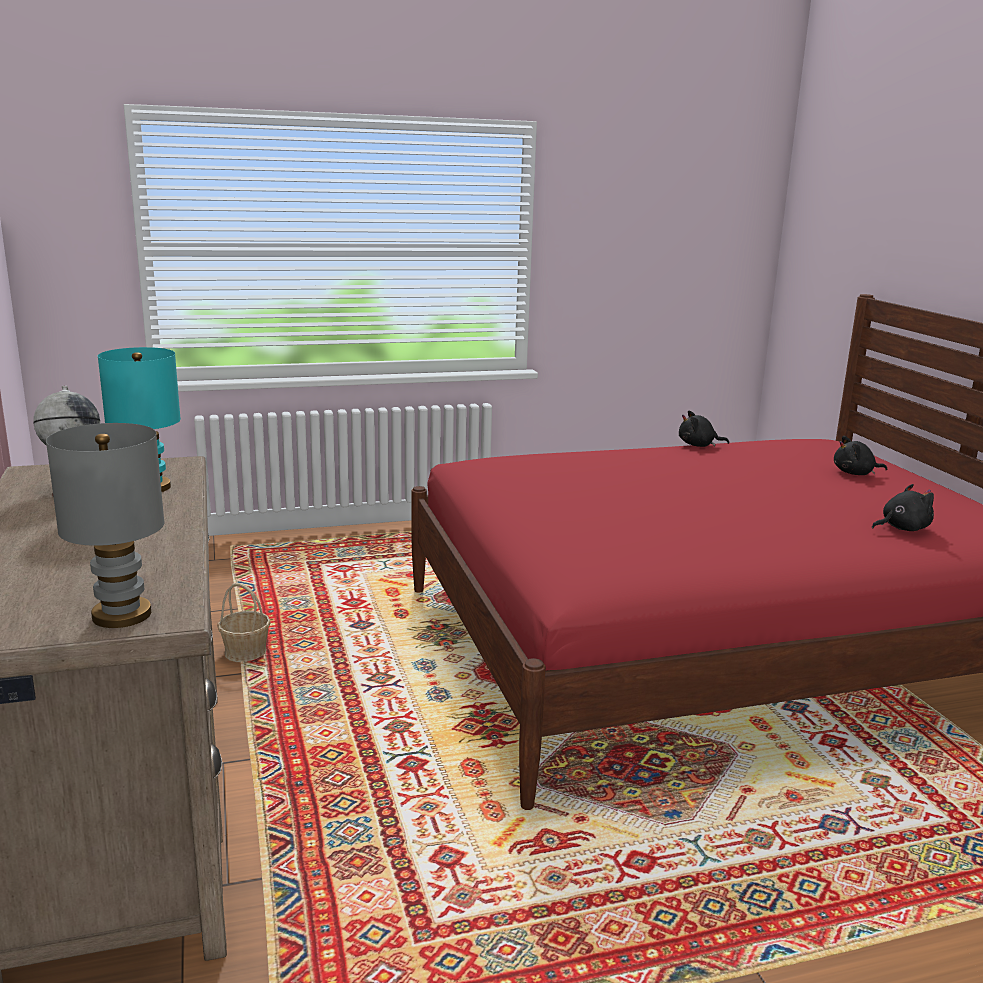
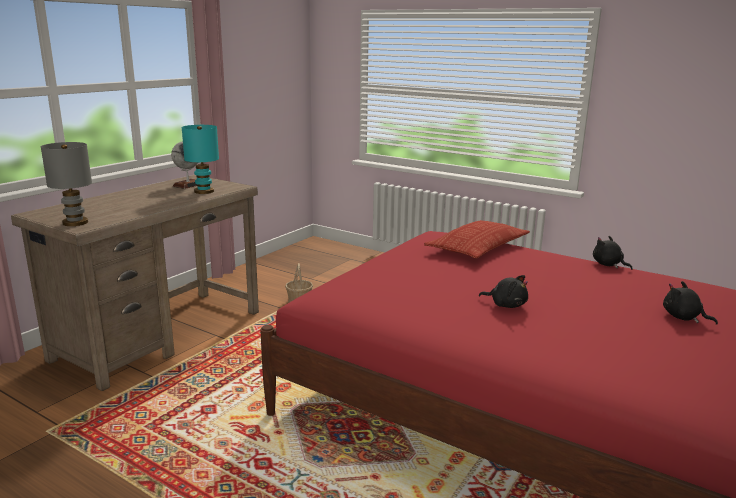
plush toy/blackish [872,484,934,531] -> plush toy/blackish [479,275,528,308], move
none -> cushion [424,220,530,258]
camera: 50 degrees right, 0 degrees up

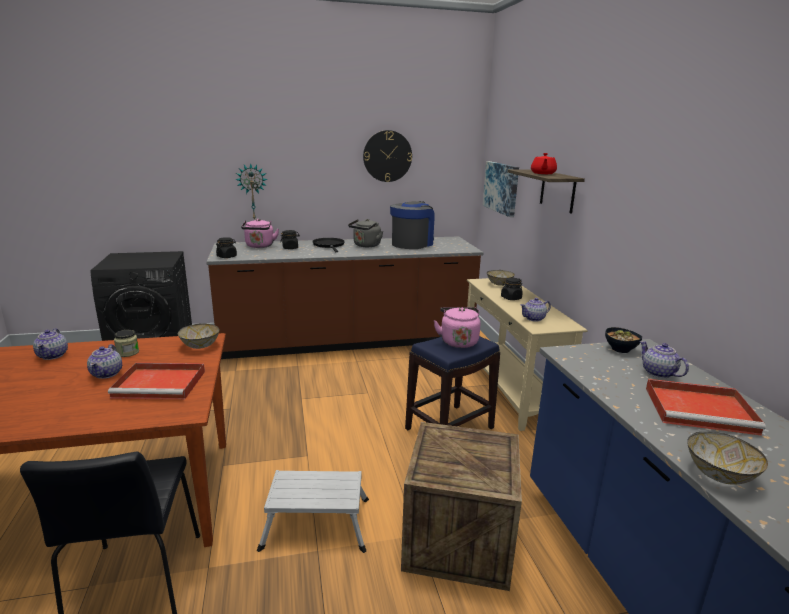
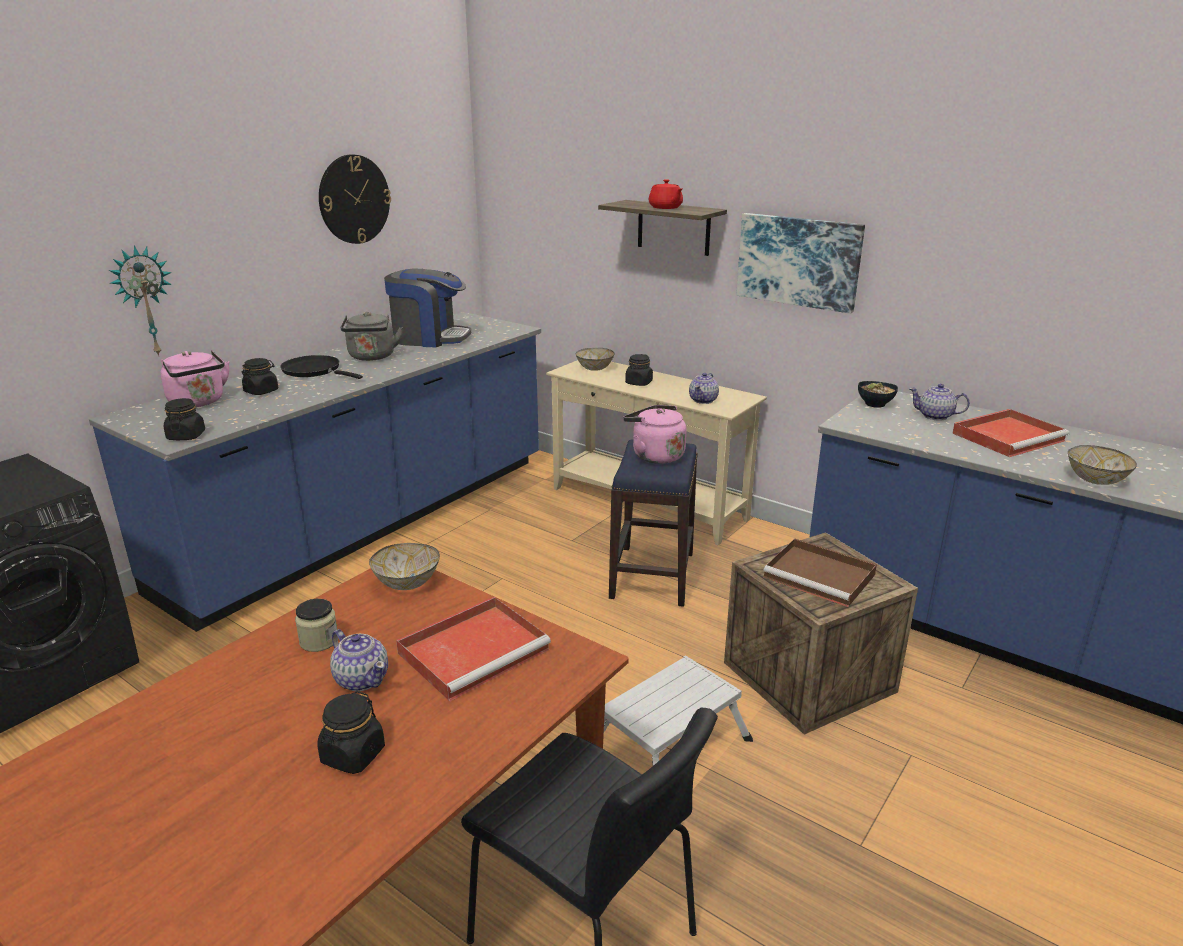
wall art [483,161,519,217] -> wall art [736,213,865,314], move
coffee maker [390,201,435,249] -> coffee maker [384,268,471,347], 105 degrees clockwise
kitchen base unit/brownish [206,236,484,359] -> kitchen base unit/bluish [89,312,541,632]
teapot [33,328,68,360] -> none
none -> carrying tray/brownish [763,539,877,607]
none -> preserve jar/blackish [317,691,385,774]
camera: 40 degrees left, 5 degrees up

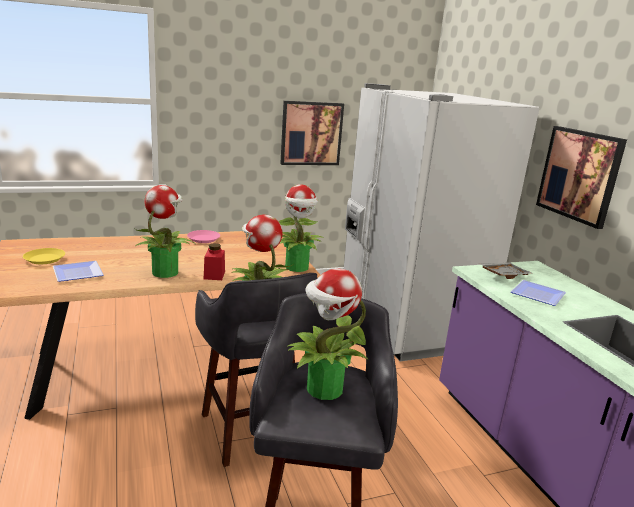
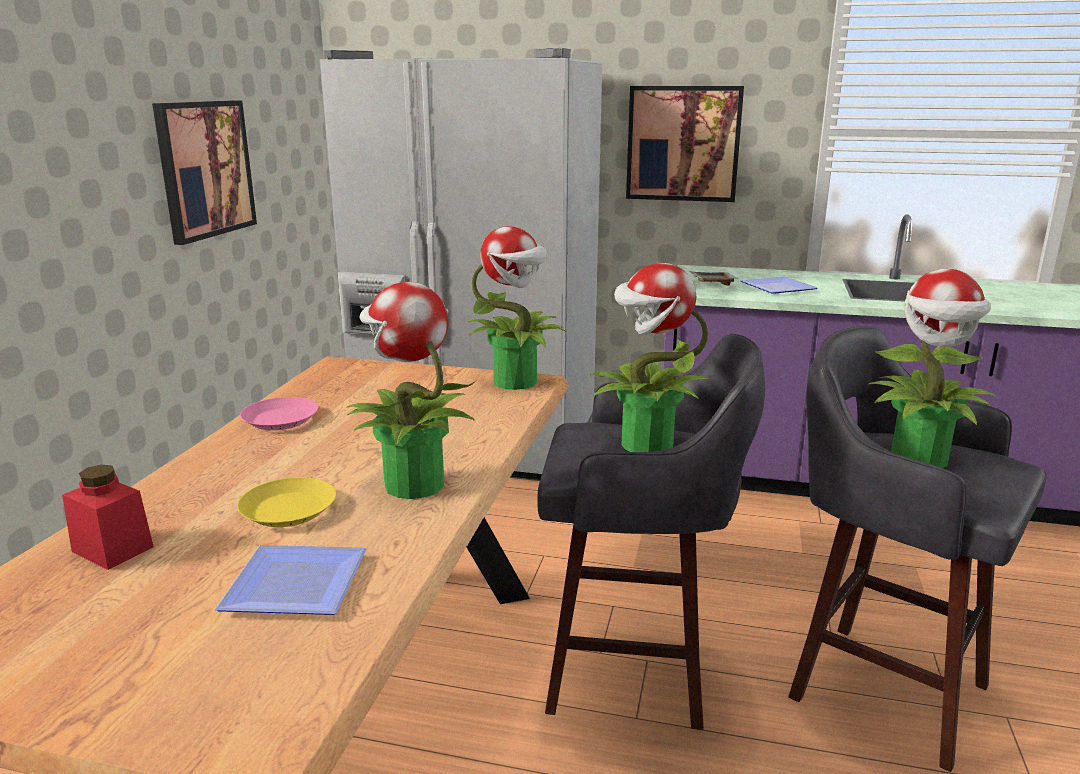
preserve jar/red [204,243,225,280] -> preserve jar/red [62,465,154,570], move
dinner plate/yellowish [23,248,65,264] -> dinner plate/yellowish [237,477,336,527], move
camera: 55 degrees left, 0 degrees up

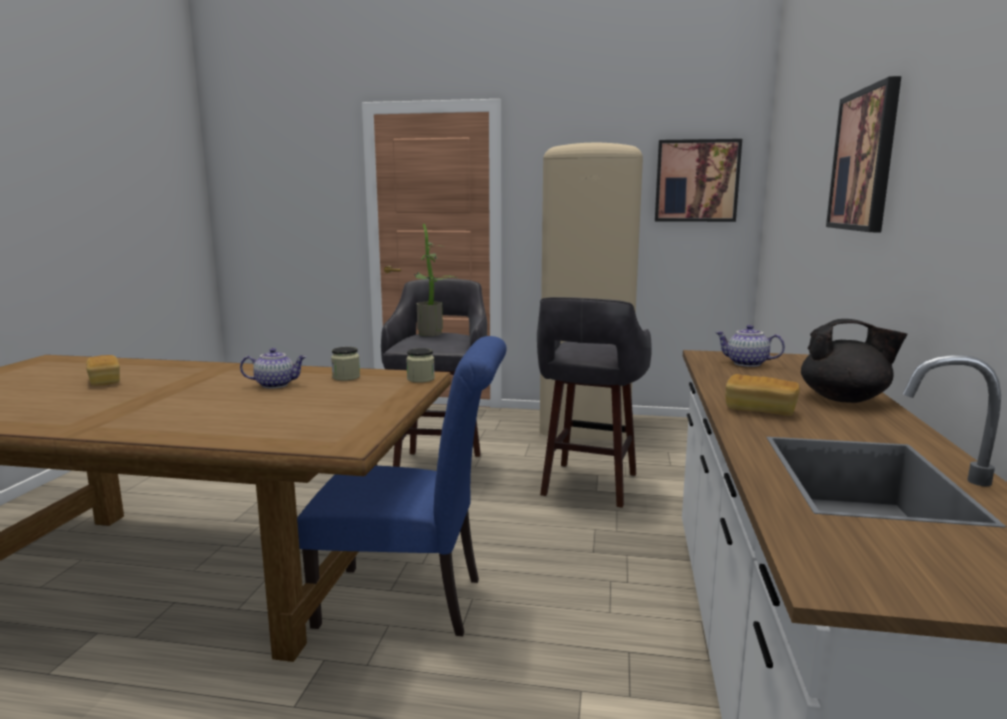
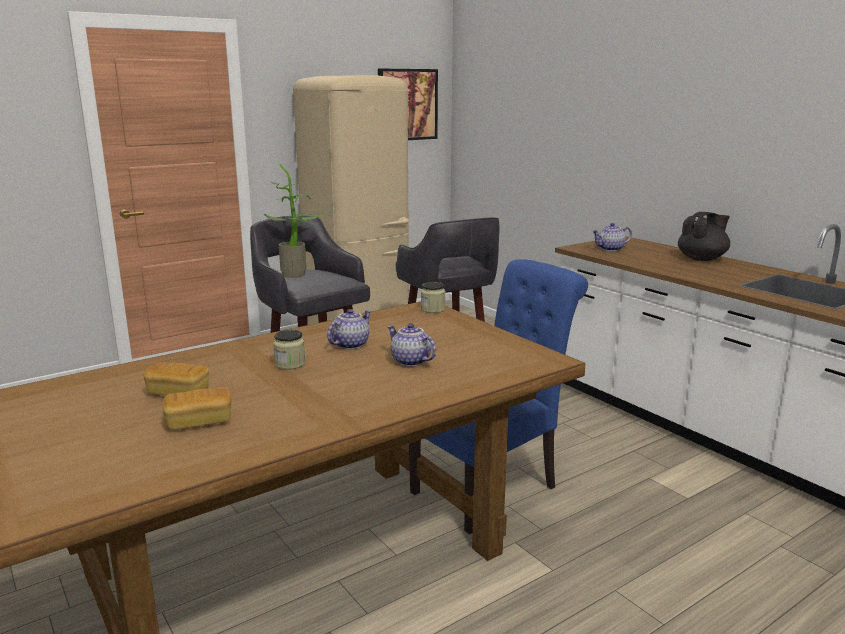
wall art [826,76,901,232] -> none
preserve jar [331,347,360,381] -> preserve jar [273,330,305,370], move
bakery bread [725,374,800,416] -> bakery bread [162,387,231,430], move
none -> teapot [387,323,436,366]
camera: 45 degrees left, 5 degrees up

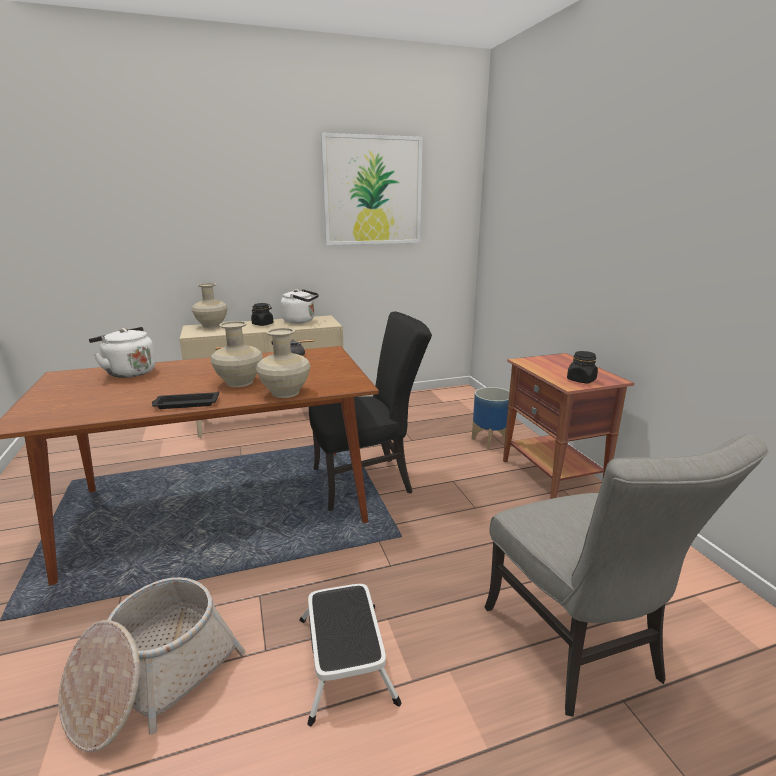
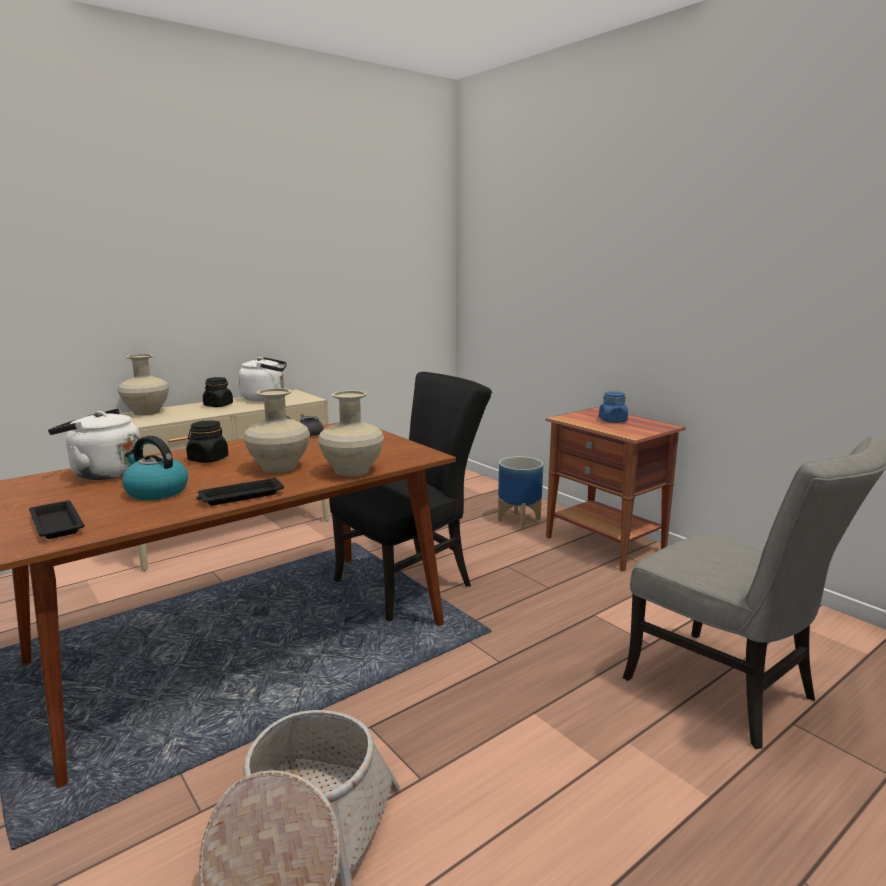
wall art [321,133,423,245] -> none
preserve jar/blackish [567,351,598,383] -> preserve jar/blackish [186,420,228,463], move
stepladder/blackish [299,584,402,727] -> none
none -> preserve jar/bluish [599,391,628,423]
none -> water kettle [122,436,188,500]
none -> carrying tray/blackish [29,500,84,539]
camera: 20 degrees left, 5 degrees down

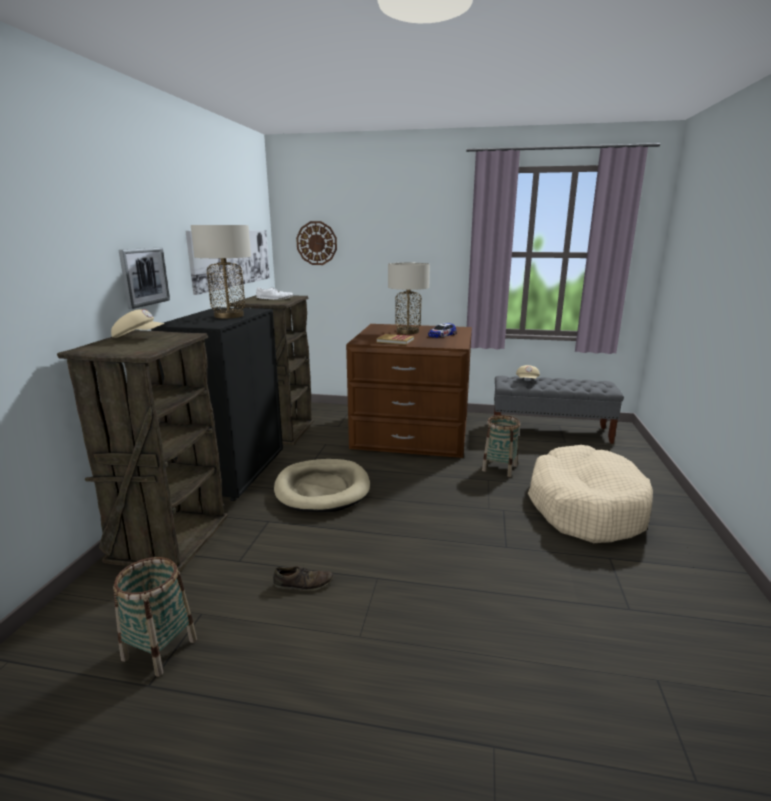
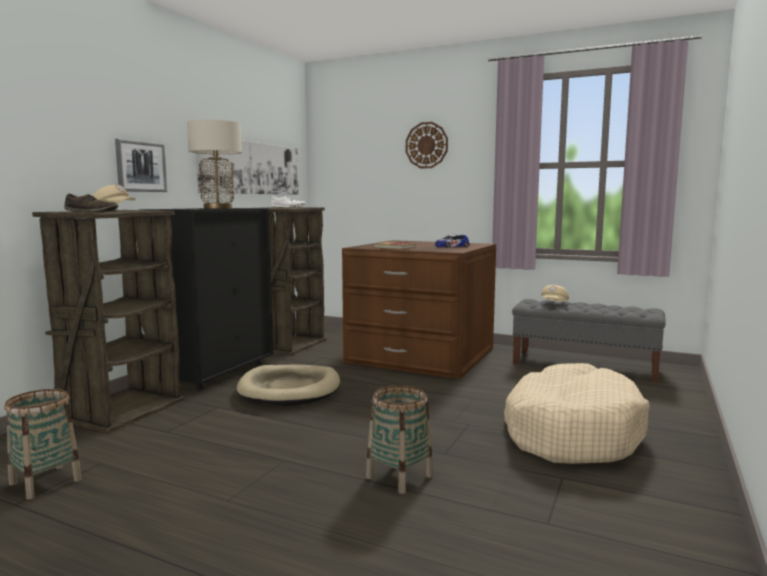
wall clock [296,221,337,265] -> wall clock [406,122,448,169], move
tabletop lamp [388,263,430,334] -> none
storage basket [482,415,520,477] -> storage basket [366,386,433,494], move
shoe/brownish [273,566,334,591] -> shoe/brownish [64,194,118,212], move
camera: 15 degrees right, 10 degrees down

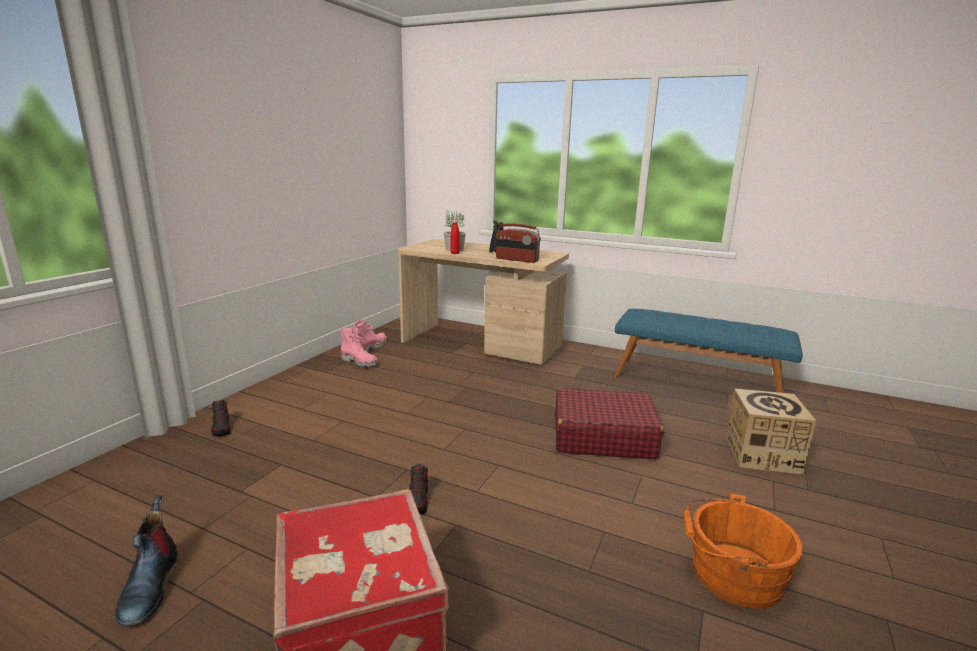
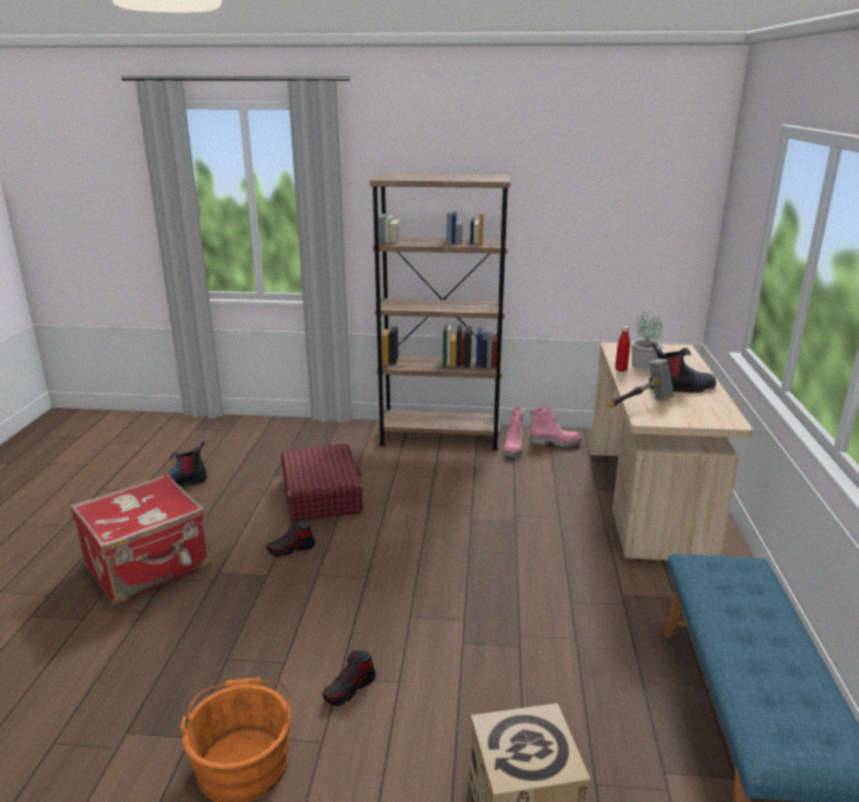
radio receiver [496,223,541,263] -> hand hammer [607,359,674,407]
piece of luggage/red [555,388,664,459] -> piece of luggage/red [281,443,363,522], move
shoe [211,400,231,437] -> shoe [323,650,376,706], move
none -> bookcase/brownish [370,173,510,451]
camera: 70 degrees right, 5 degrees up

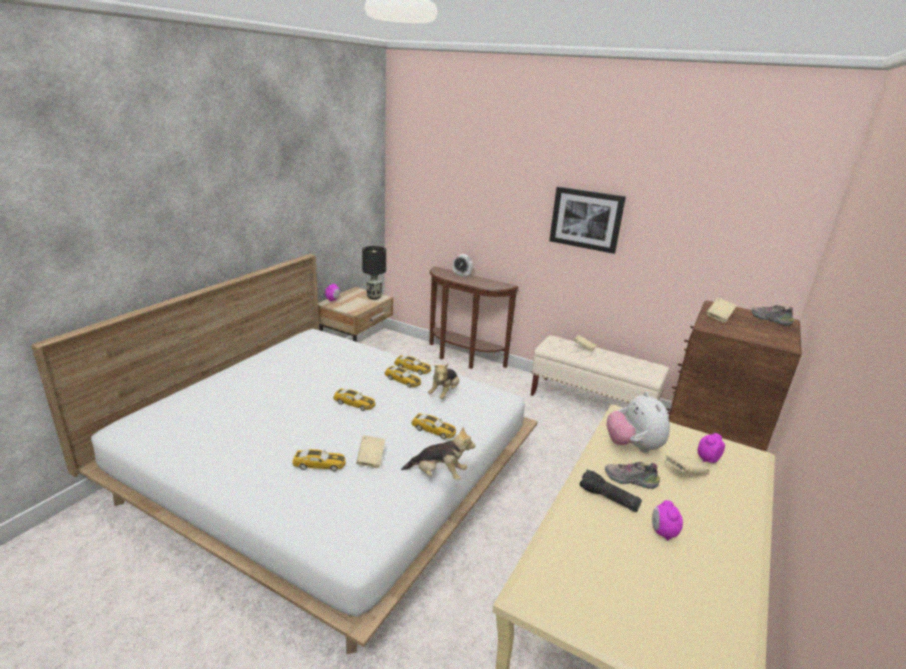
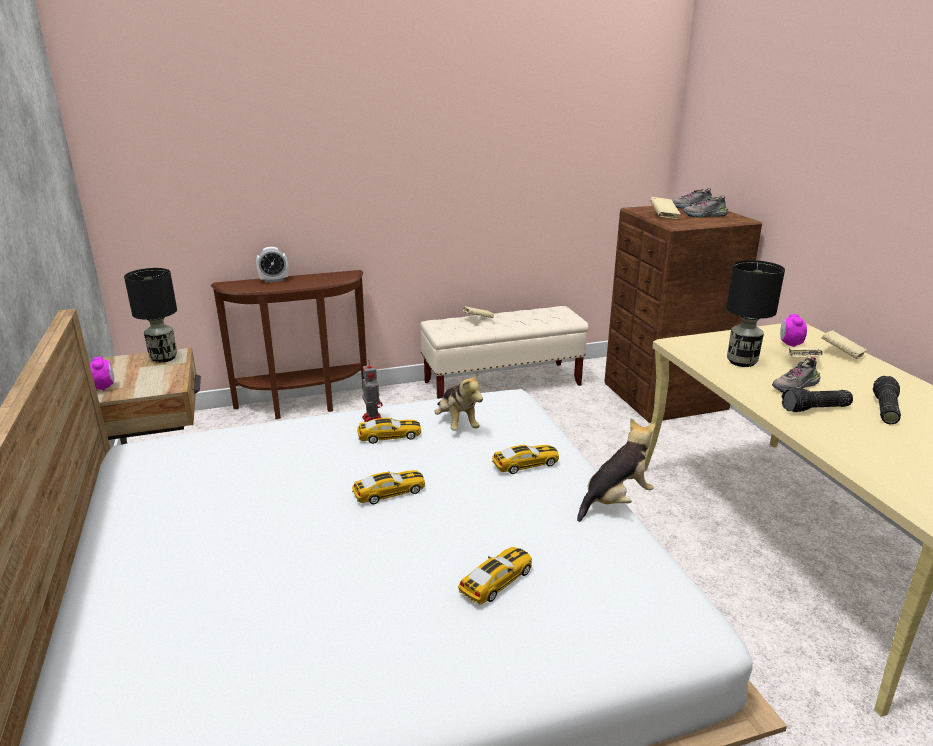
wall art [549,186,626,254] -> none
model car [394,355,431,375] -> model robot [362,360,383,422]
plush toy [606,392,670,453] -> tabletop lamp/blackish [726,260,785,367]
bound book/sand-coloured [356,435,385,468] -> bound book/sand-coloured [822,330,867,359], move
alarm clock [652,500,683,541] -> torch [873,376,901,424]
none -> shoe [683,195,729,217]
camera: 45 degrees left, 0 degrees up

